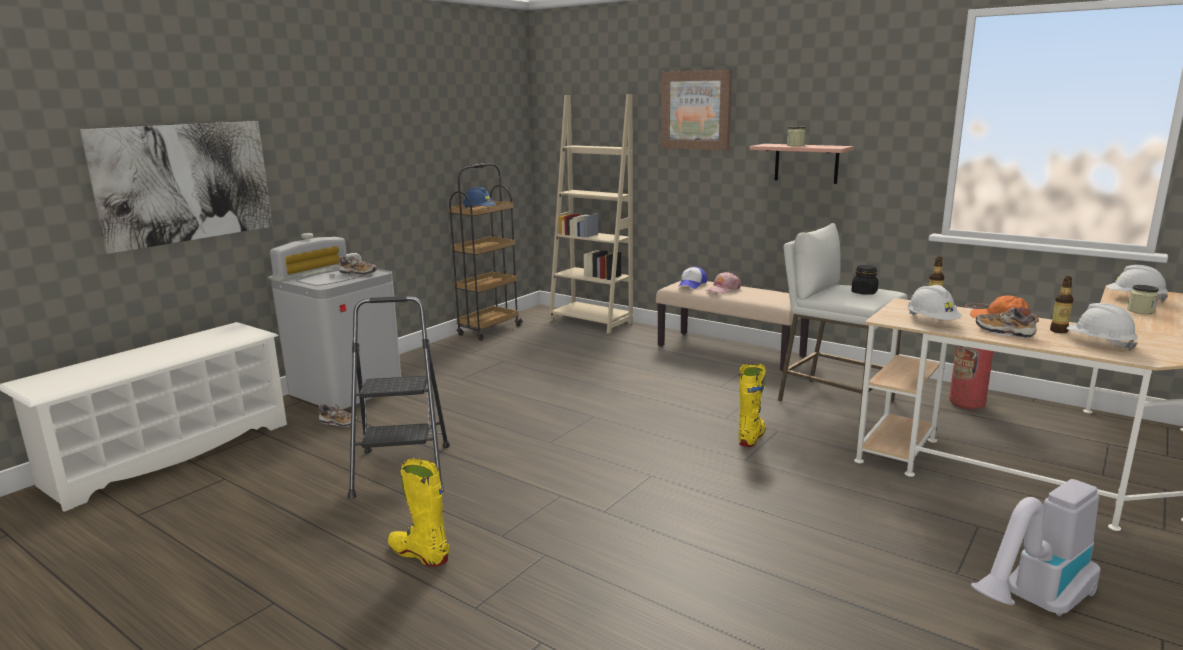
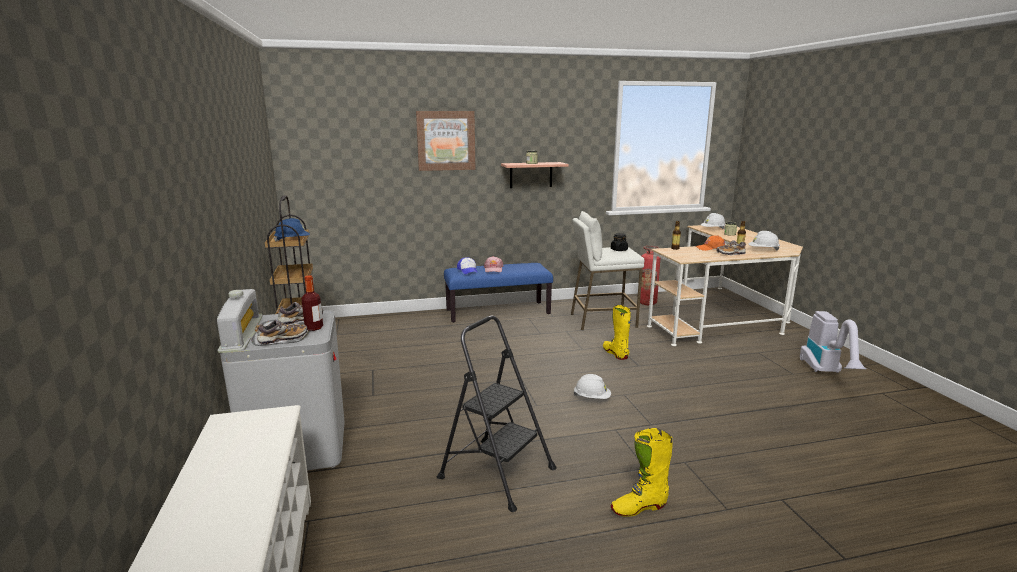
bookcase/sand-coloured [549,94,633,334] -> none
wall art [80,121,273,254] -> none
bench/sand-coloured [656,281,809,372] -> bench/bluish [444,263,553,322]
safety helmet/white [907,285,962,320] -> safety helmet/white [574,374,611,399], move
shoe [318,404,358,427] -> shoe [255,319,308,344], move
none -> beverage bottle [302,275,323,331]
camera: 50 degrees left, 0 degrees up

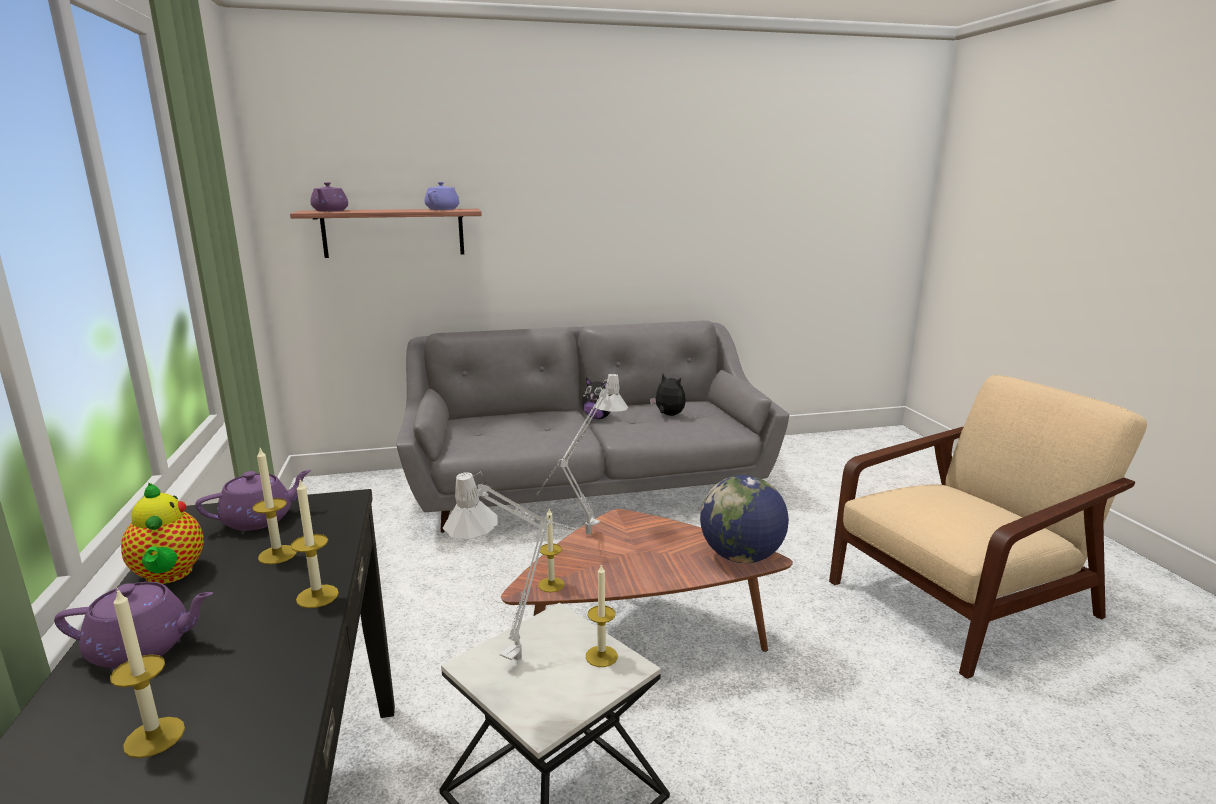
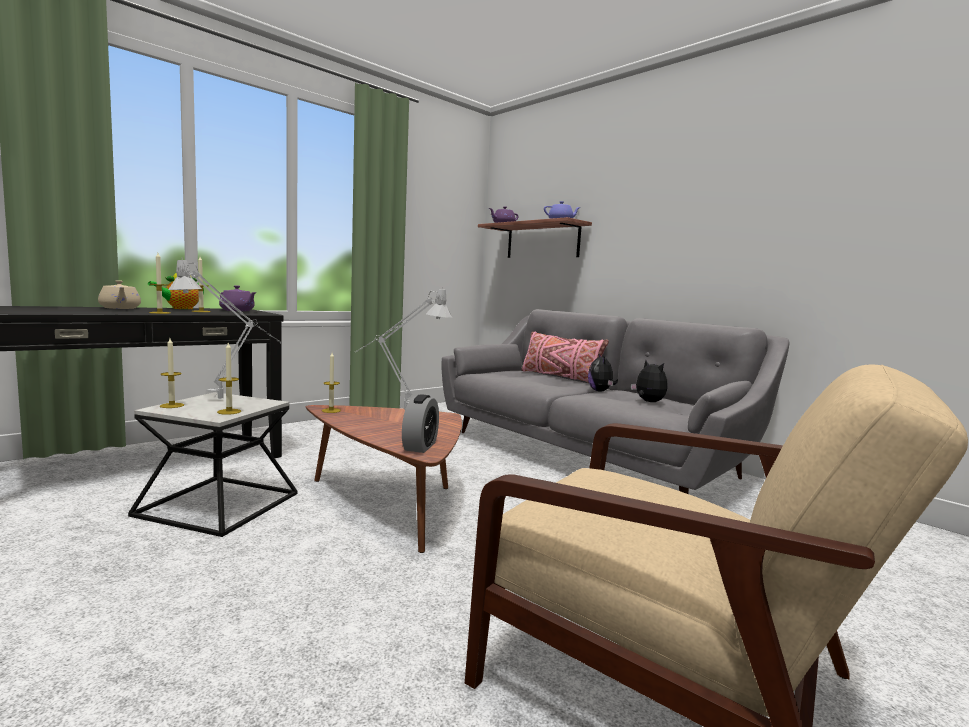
plush toy [650,374,686,416] -> plush toy [631,360,668,402], 45 degrees counterclockwise
globe [700,475,789,563] -> alarm clock [402,394,439,453]
teapot/purple-coloured [54,582,213,669] -> teapot/sand-coloured [98,280,141,309]
wax light [110,588,185,758] -> wax light [160,338,184,408], move
none -> cushion/pink [521,332,609,383]
camera: 60 degrees right, 10 degrees down

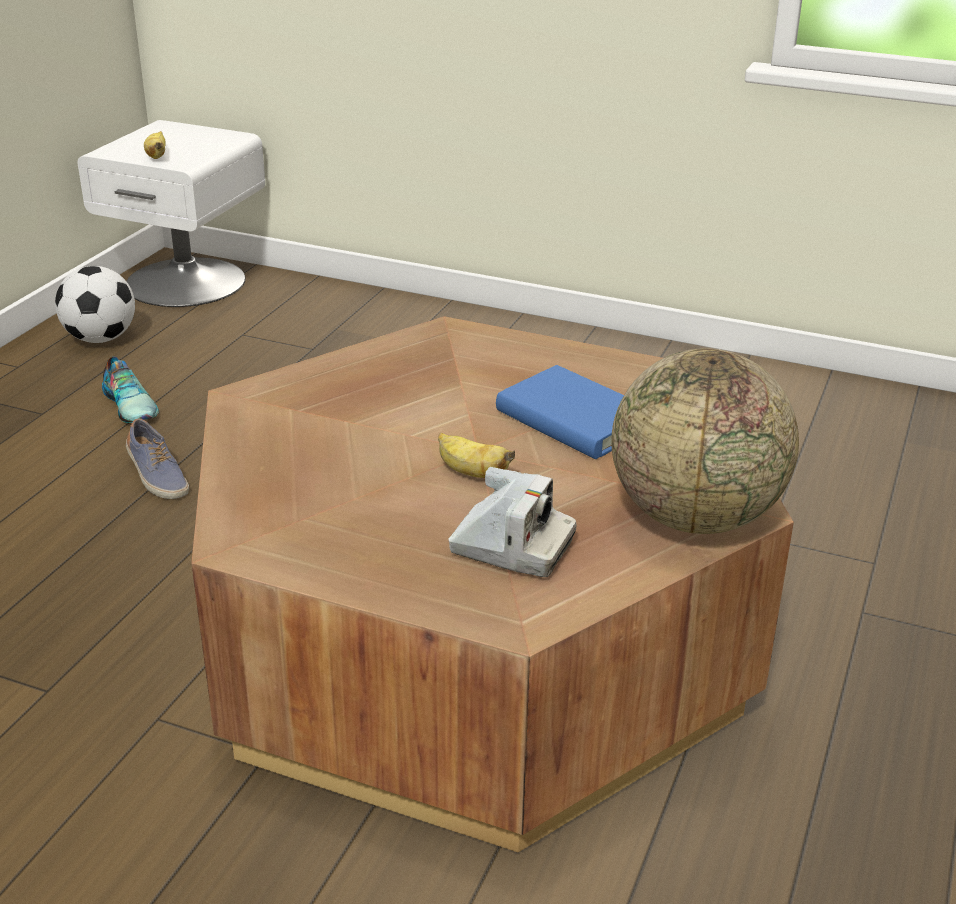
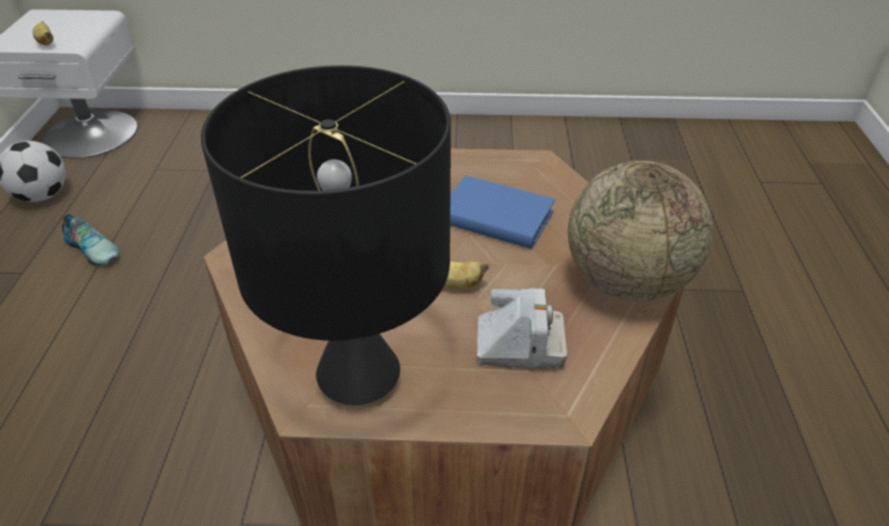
shoe [126,419,189,499] -> none
none -> tabletop lamp/blackish [201,65,451,405]
camera: 20 degrees left, 10 degrees up

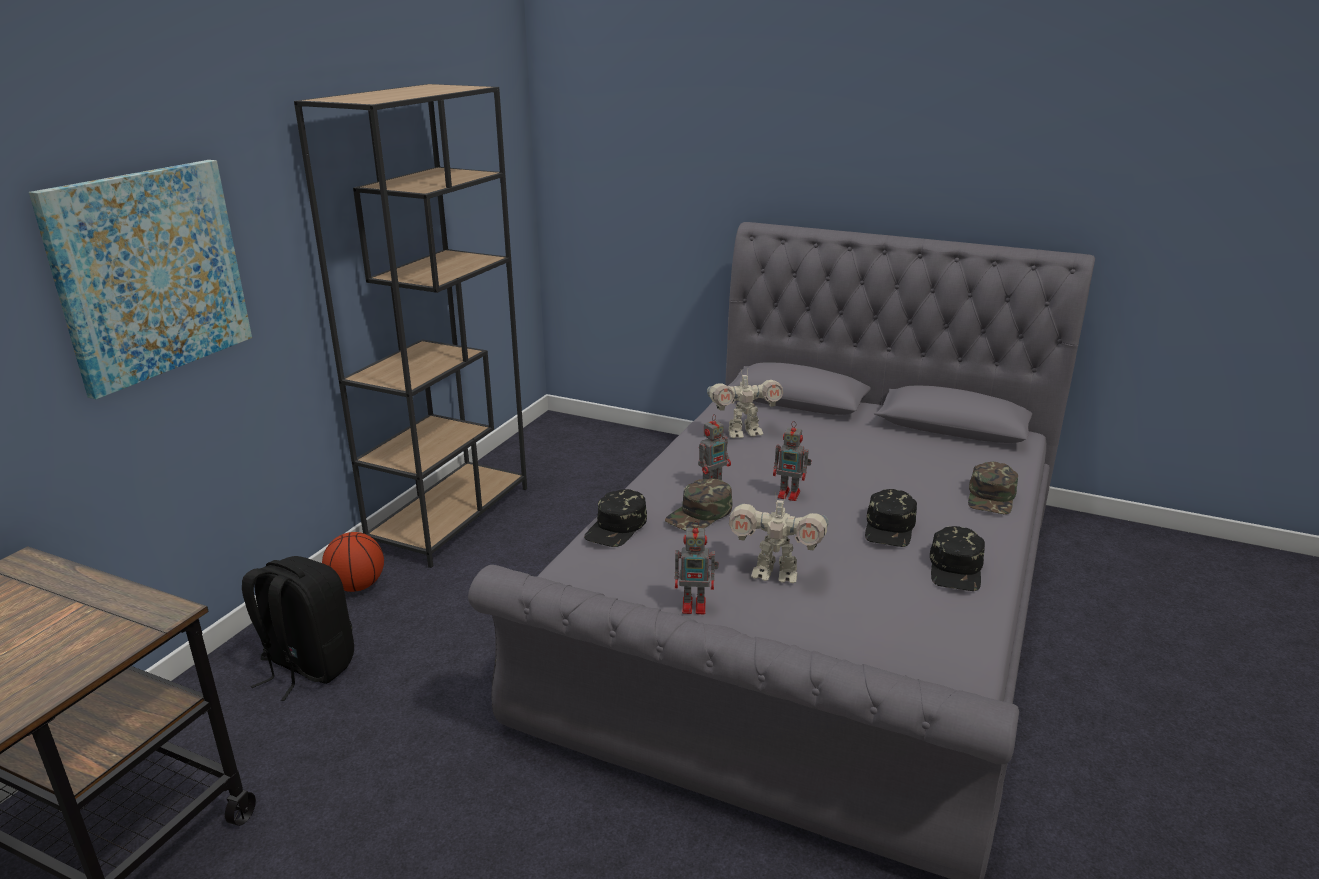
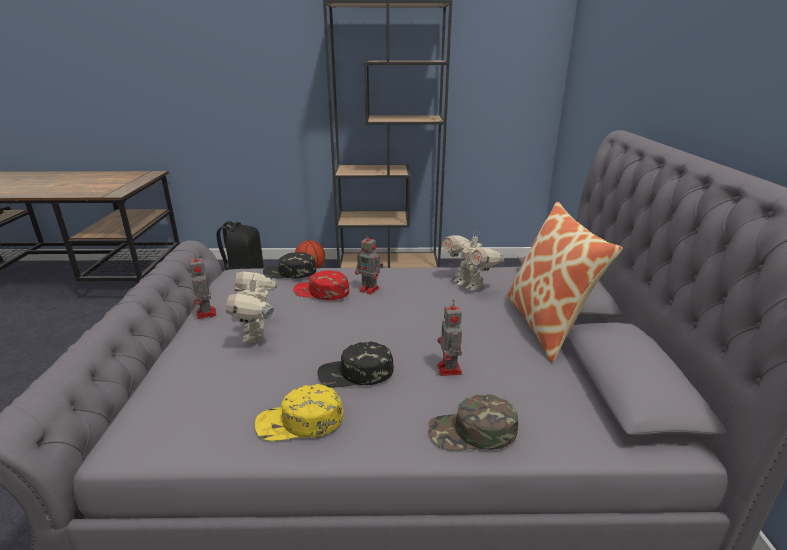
wall art [29,160,252,399] -> none
model robot [773,421,811,501] -> model robot [437,299,462,376], move
baseball cap/green [665,478,732,531] -> baseball cap/red [293,271,349,300]
baseball cap/blackish [930,526,985,591] -> baseball cap/yellowish [255,384,343,441]
none -> cushion [507,202,623,363]
camera: 65 degrees right, 0 degrees up

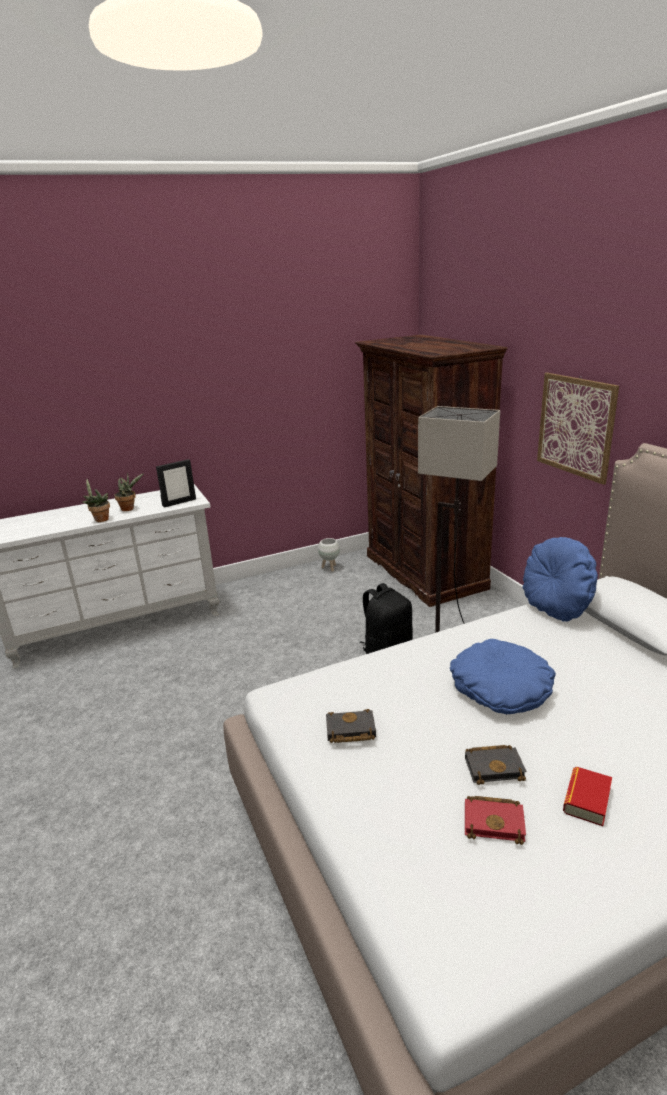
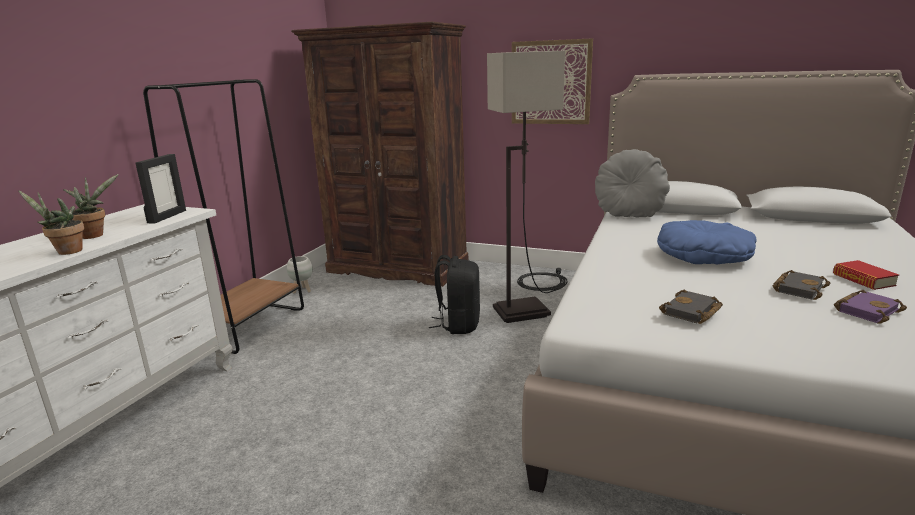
cushion/bluish [523,537,598,622] -> cushion/gray [595,149,670,217]
bound book/red [465,796,526,845] -> bound book/purple-coloured [834,290,907,324]
none -> garment rack [143,79,304,354]
camera: 45 degrees left, 5 degrees down

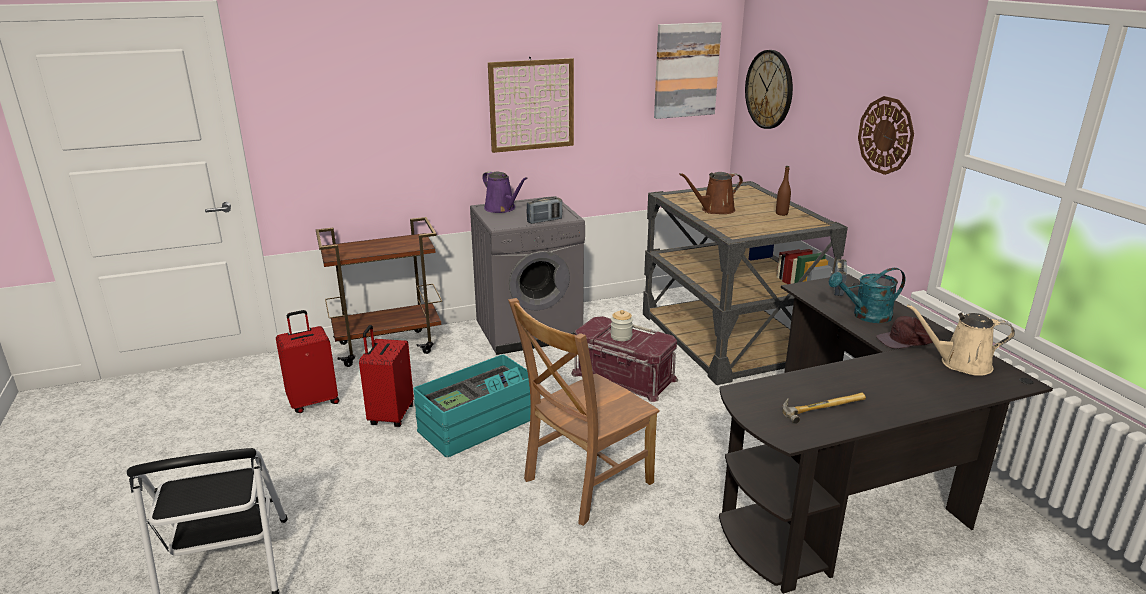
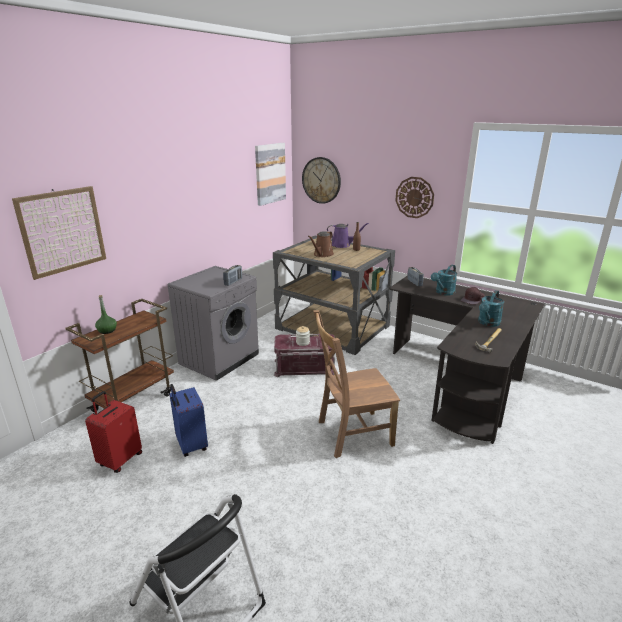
wall art [488,57,574,153] -> wall art [12,186,106,280], move
watering can/purple-coloured [482,171,528,213] -> watering can/purple-coloured [327,223,369,248], move
upright chair/brownish [508,298,659,526] -> upright chair/brownish [313,310,400,458], 60 degrees clockwise
watering can/sand-coloured [907,304,1015,376] -> none
piece of luggage/red [359,325,414,427] -> piece of luggage/bluish [169,384,208,457]
storage container/turquoise [413,355,531,457] -> none
none -> watering can/turquoise [478,290,504,327]
none -> beverage bottle/green [95,295,117,334]
camera: 35 degrees left, 0 degrees up

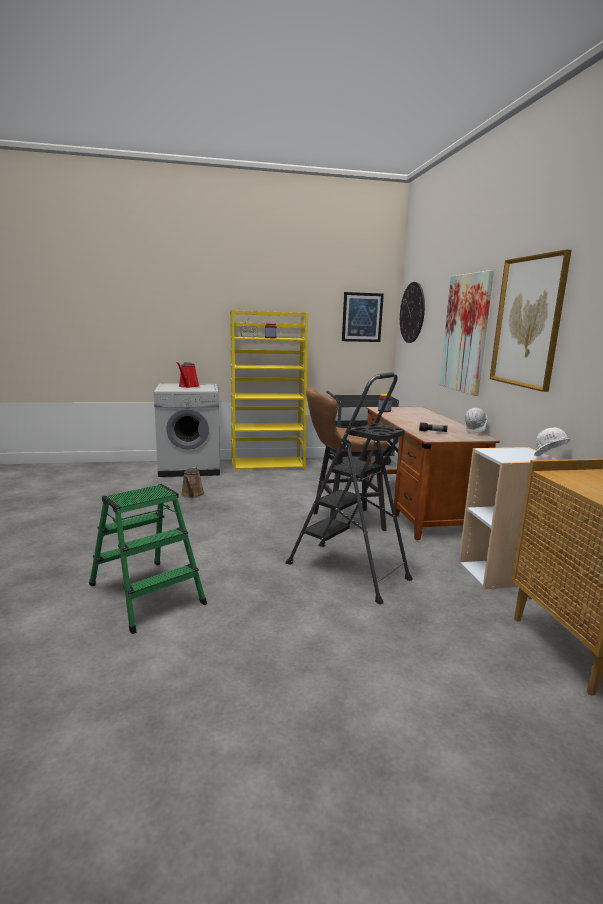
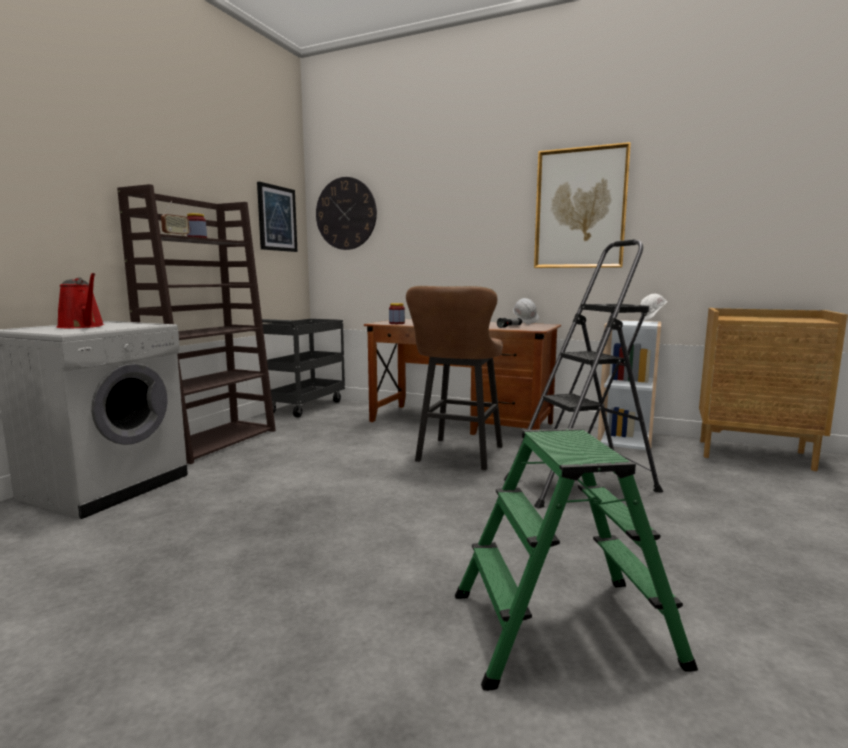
wall art [440,270,494,396] -> none
bookcase/yellowish [230,310,308,471] -> bookcase/brownish [117,184,276,464]
watering can/brownish [181,467,204,498] -> none
camera: 55 degrees left, 5 degrees down

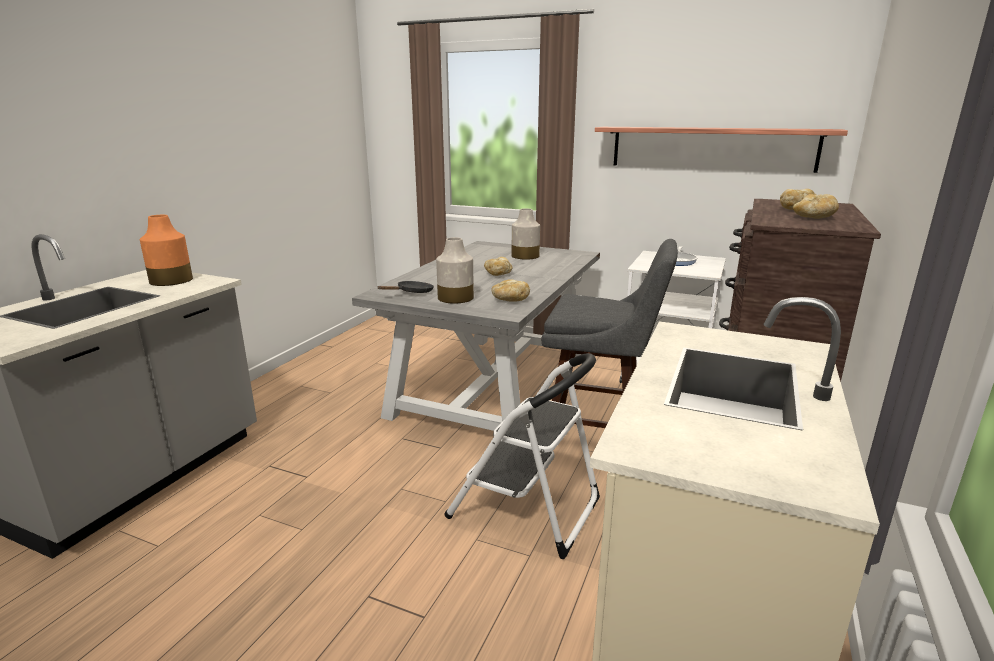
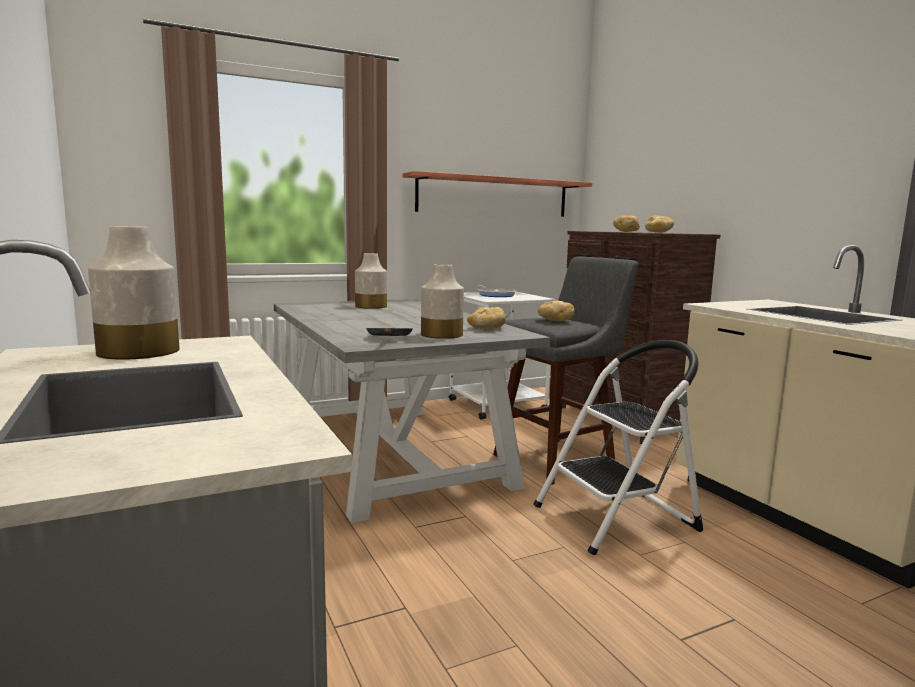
vase/orangey [140,215,193,286] -> vase/sand-coloured [88,226,180,360]
bakery bread [484,257,512,276] -> bakery bread [538,300,575,321], move
camera: 50 degrees left, 10 degrees down

